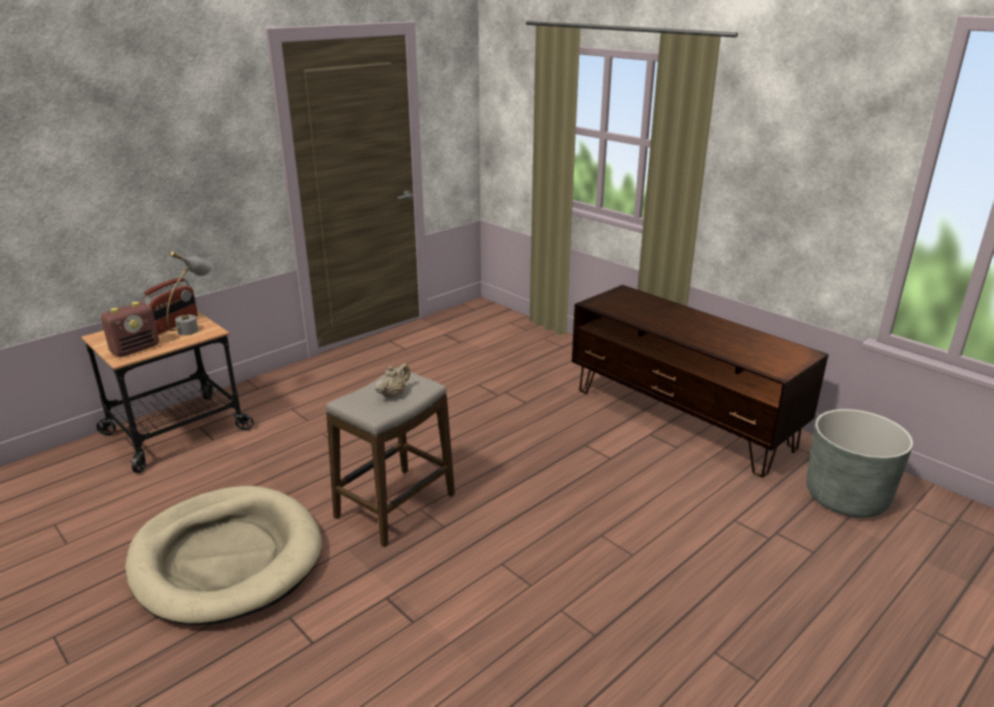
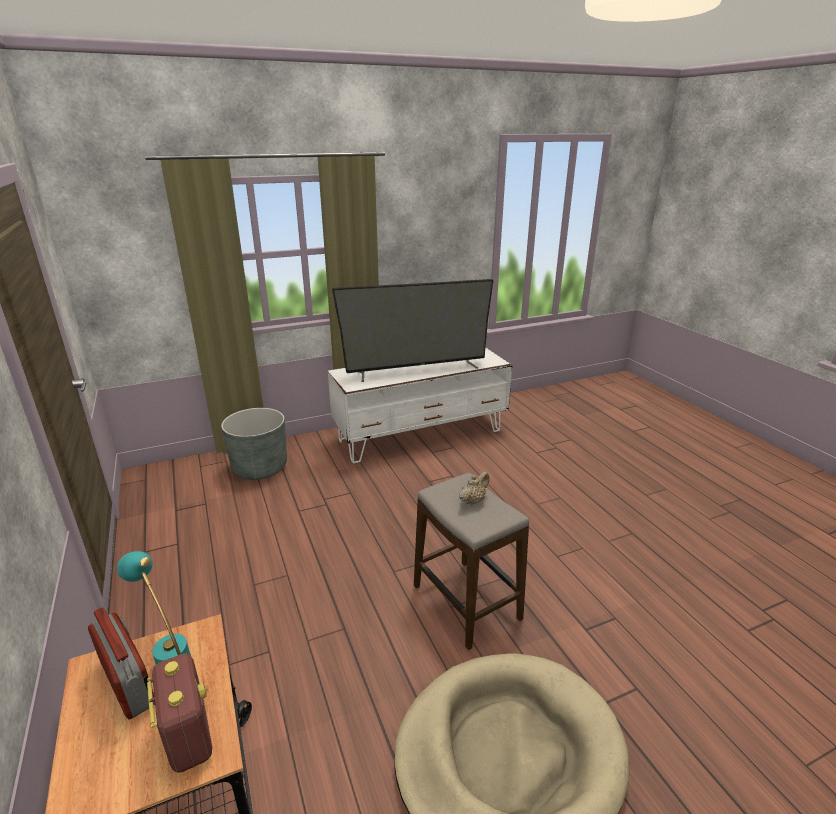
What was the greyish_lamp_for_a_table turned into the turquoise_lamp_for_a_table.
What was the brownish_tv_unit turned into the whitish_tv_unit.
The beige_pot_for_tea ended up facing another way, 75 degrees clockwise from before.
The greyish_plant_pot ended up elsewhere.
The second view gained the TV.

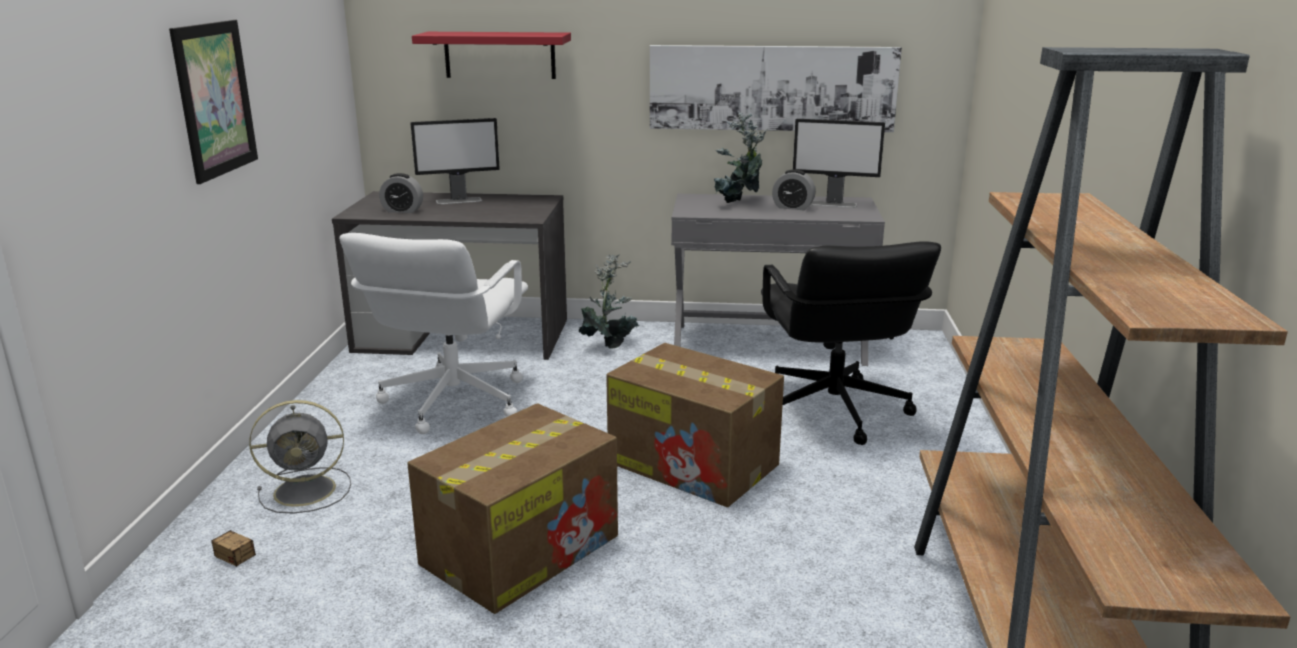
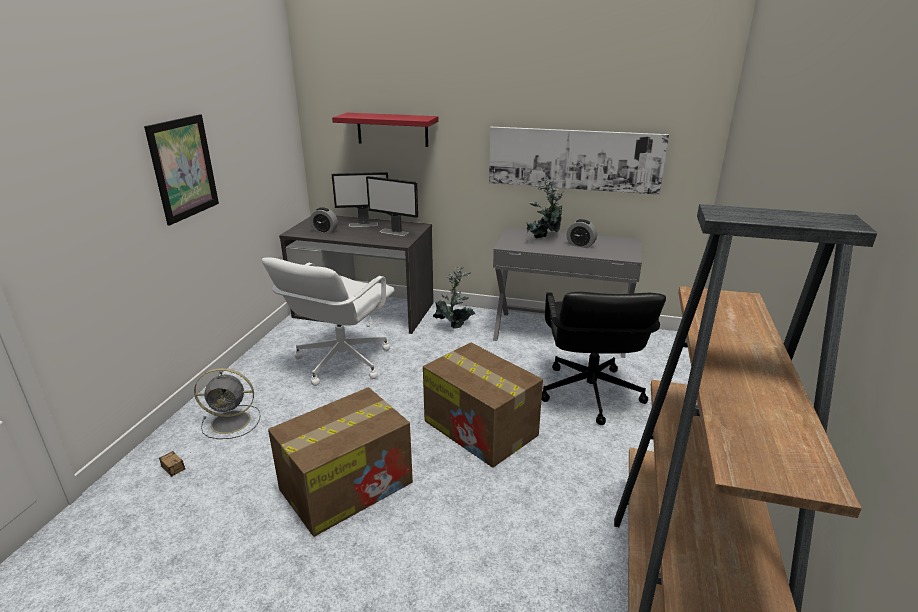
The computer_screen (2nd from left) ended up elsewhere.

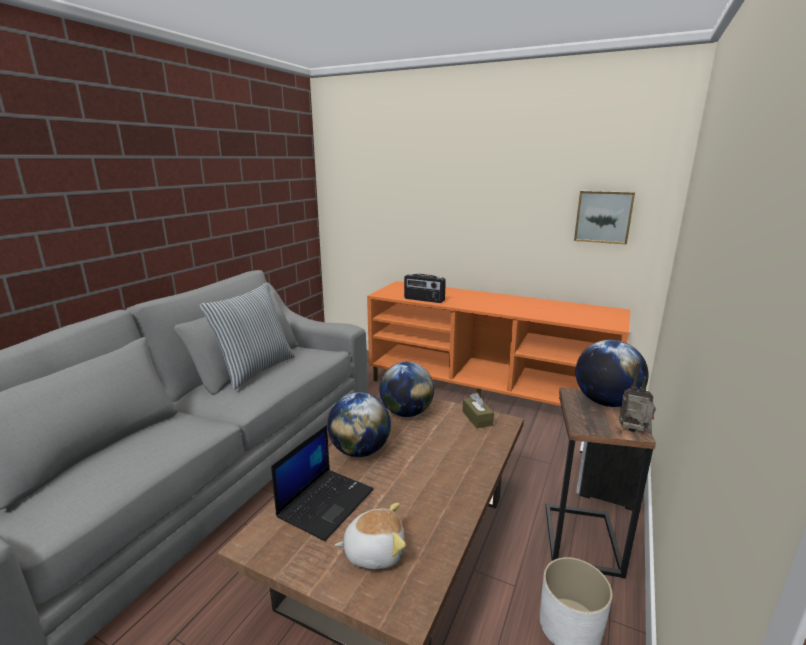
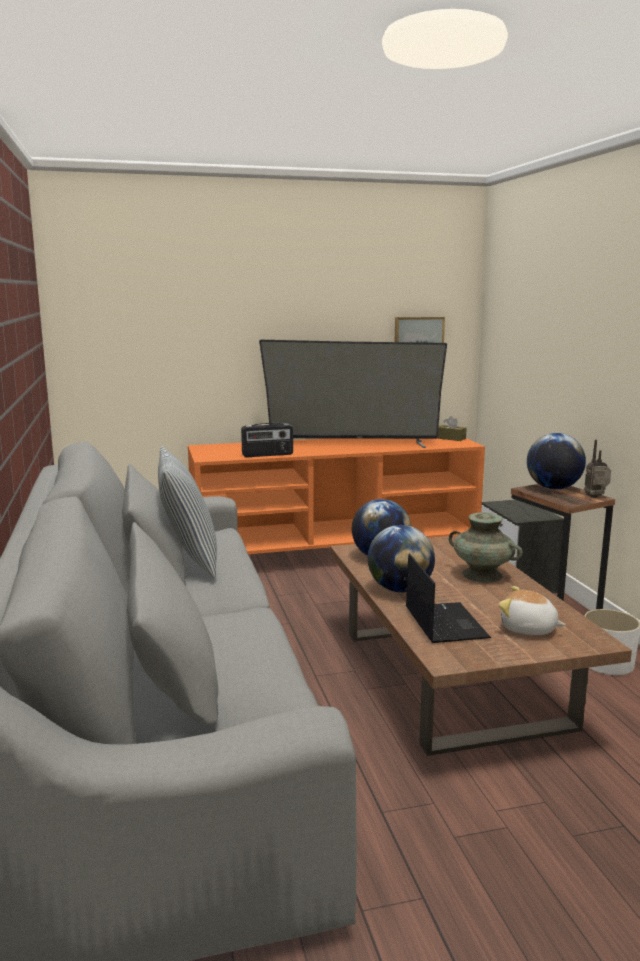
The brownish_box_of_tissues ended up elsewhere.
The plush_toy ended up facing another way, 105 degrees counterclockwise from before.
The second view gained the TV.
The second view gained the turquoise_vase.

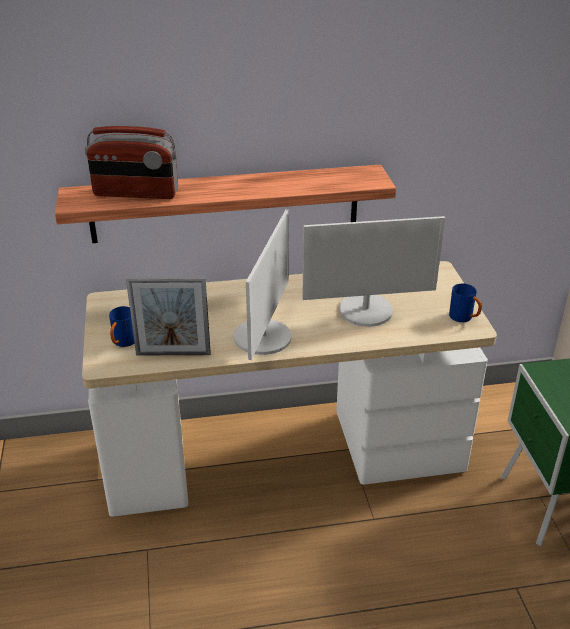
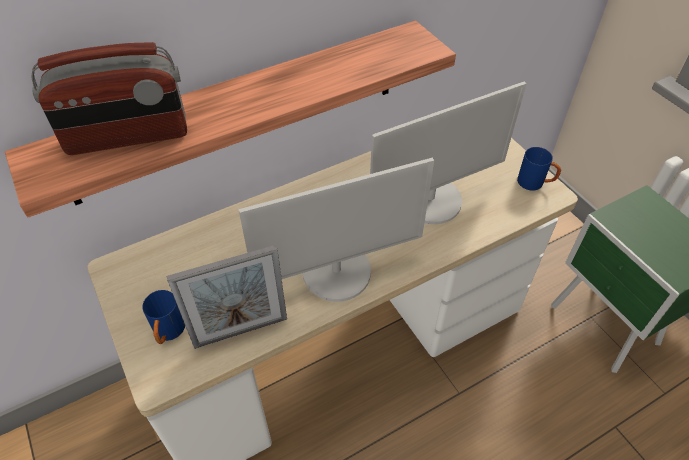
The computer_screen (1st from left) ended up facing another way, 75 degrees clockwise from before.

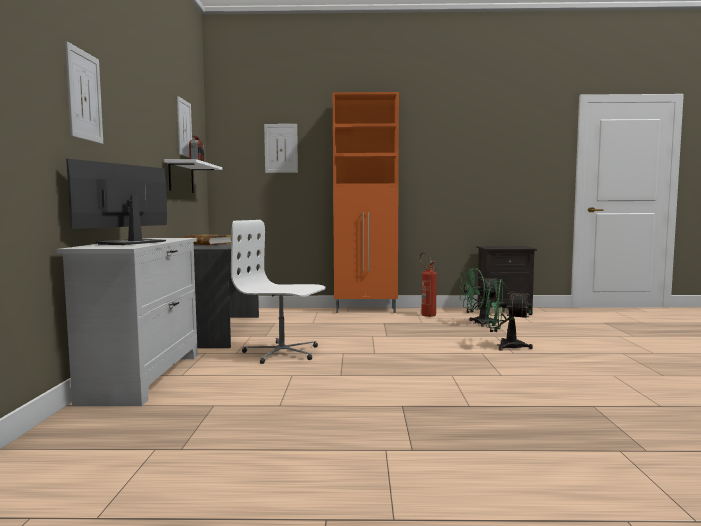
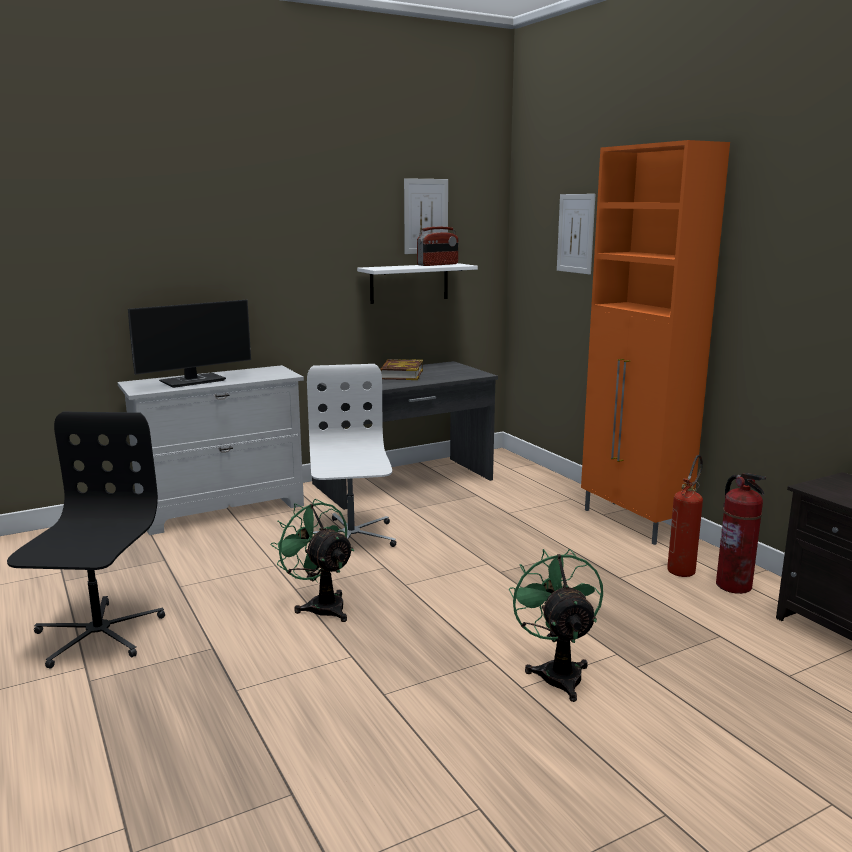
The second view lost the wall_picture (1st from left).
The computer_screen ended up facing another way, 150 degrees clockwise from before.
The green-coloured_cooling_fan (1st from left) ended up elsewhere.
The second view gained the black-coloured_desk_chair.
The second view gained the extinguisher (2nd from left).

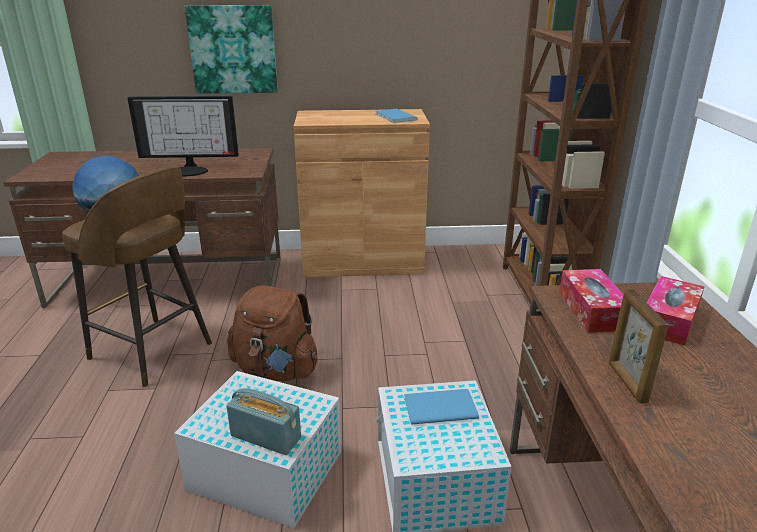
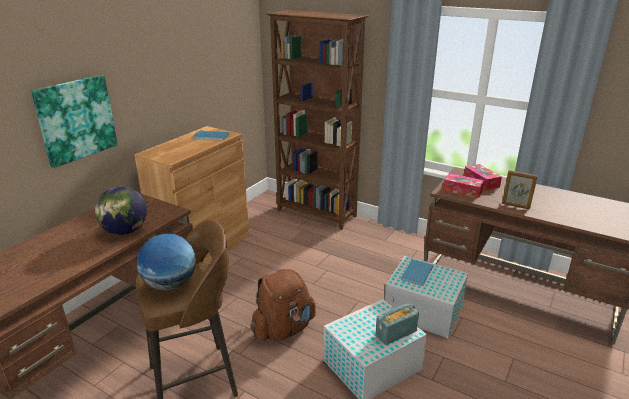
Where the computer_screen stood, the desk_globe (1st from left) came to stand.

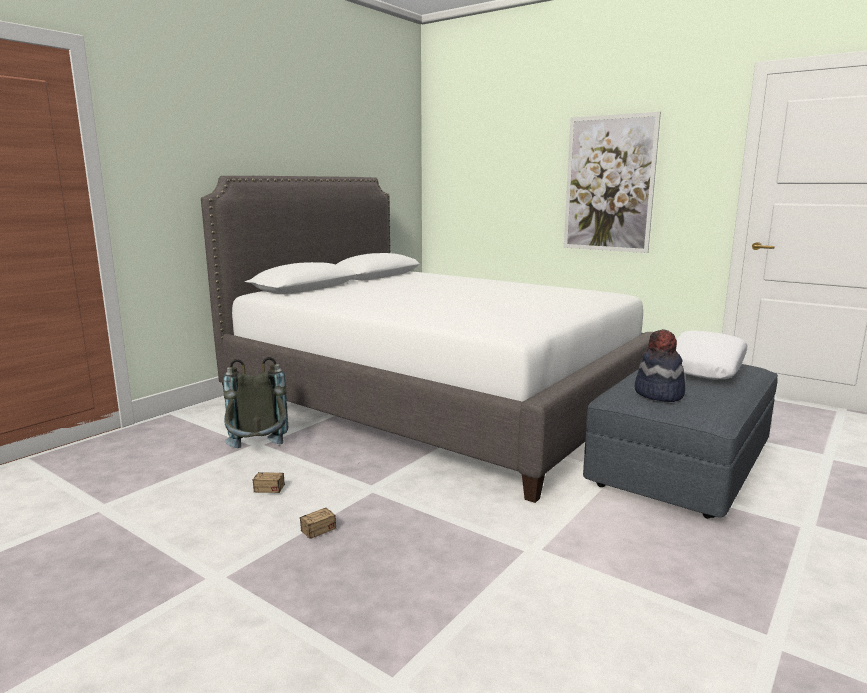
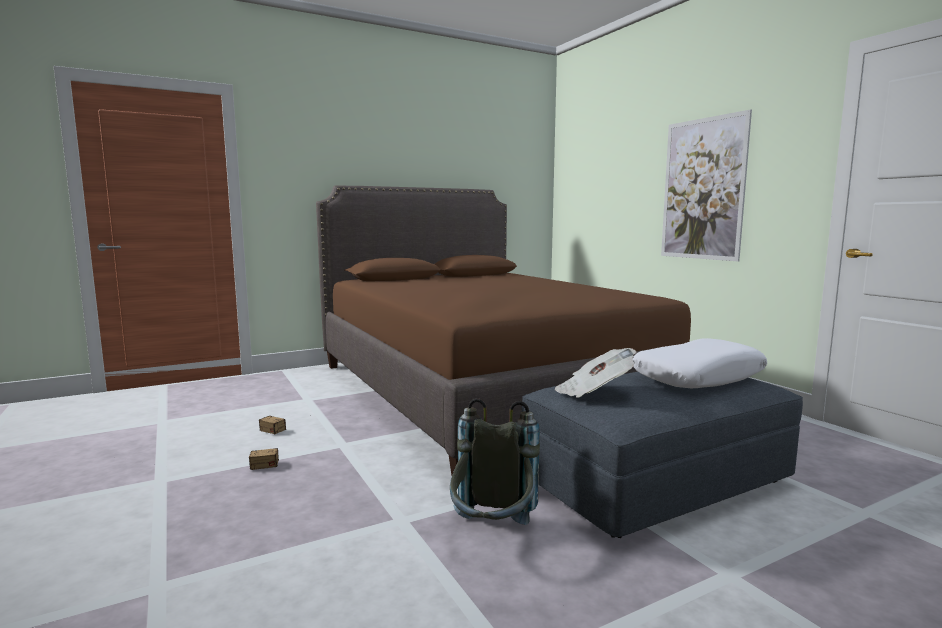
What was the whitish_sleeping_bed turned into the brownish_sleeping_bed.
Where the hat stood, the daily_paper came to stand.
The greyish_knapsack ended up elsewhere.

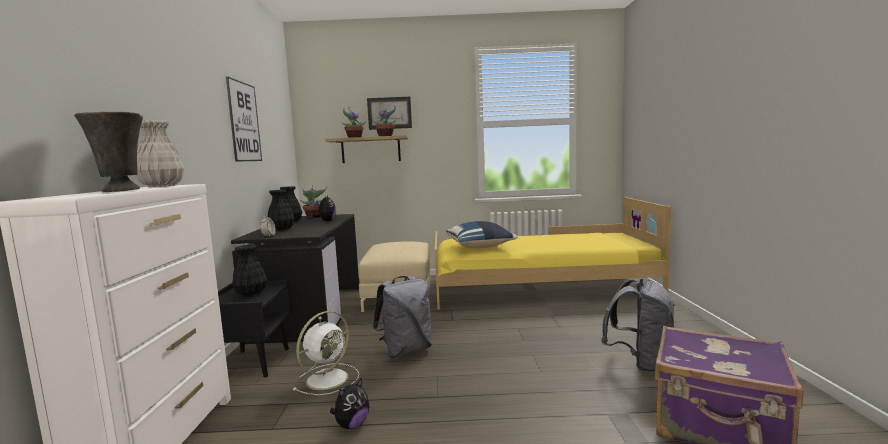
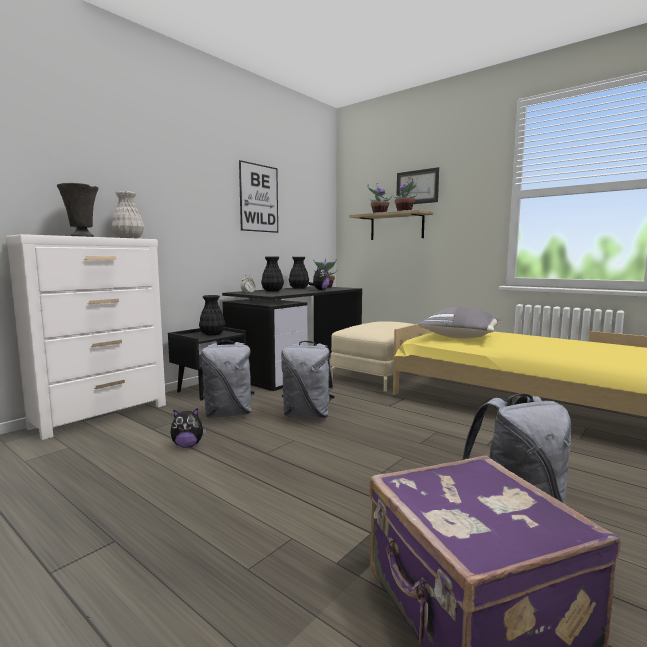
What was the blue_cushion turned into the greyish_cushion.
Where the whitish_cooling_fan stood, the greyish_knapsack (1st from left) came to stand.

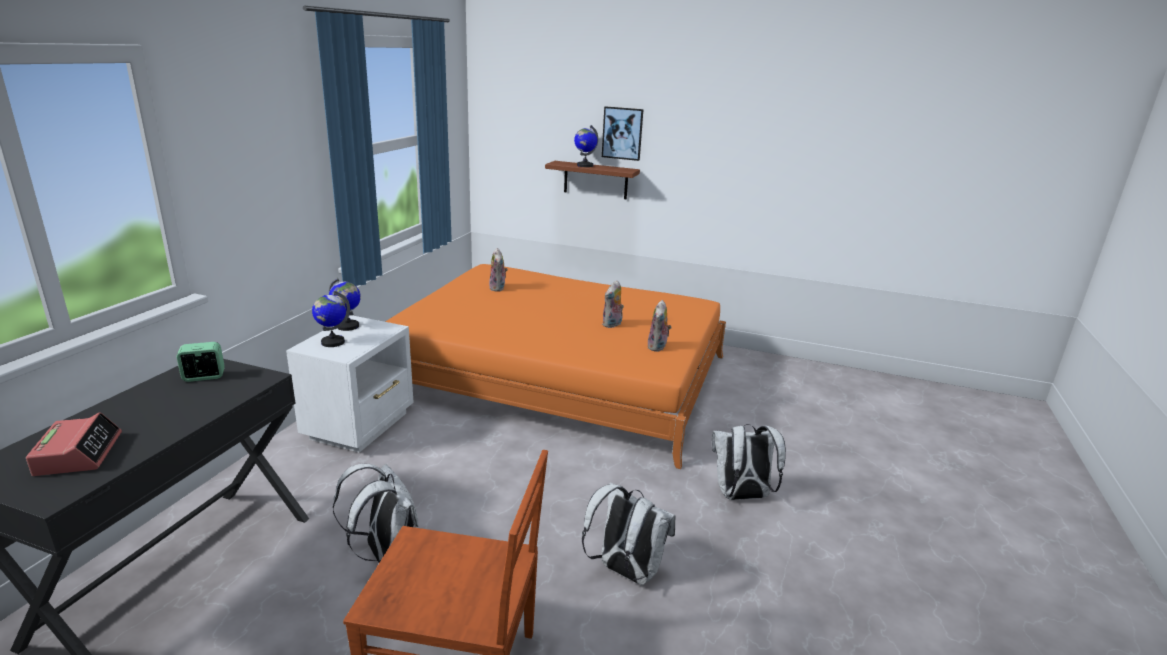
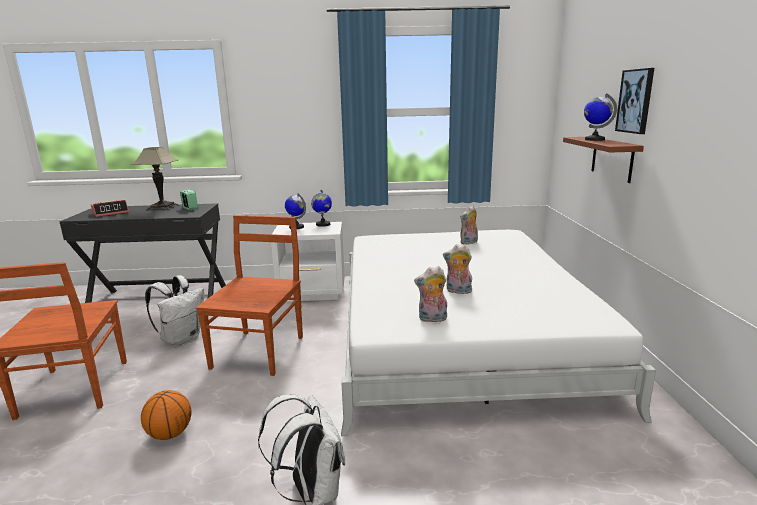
What was the orange_sleeping_bed turned into the whitish_sleeping_bed.
Where the whitish_knapsack (2nd from left) stood, the ball_for_basketball came to stand.
The second view gained the lamp_for_a_table.
The second view gained the brownish_upright_chair (2nd from left).

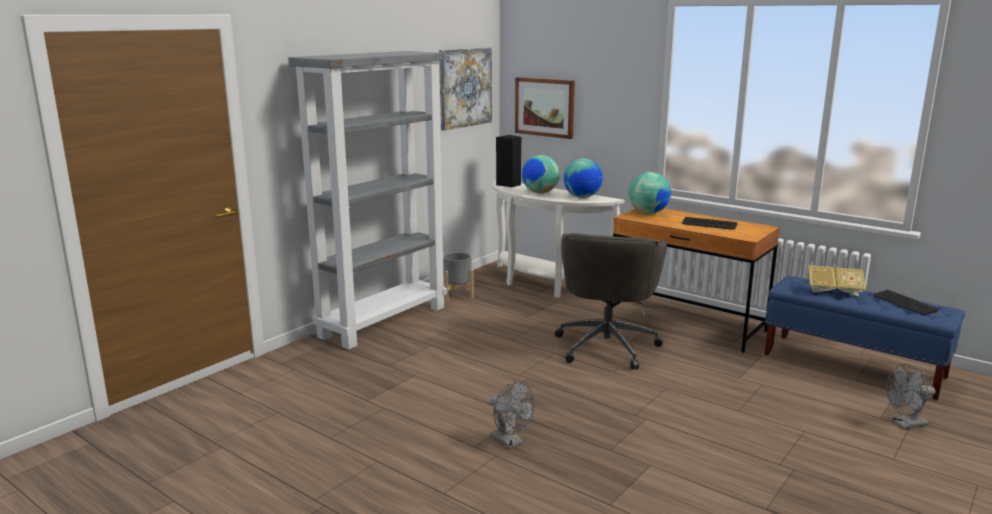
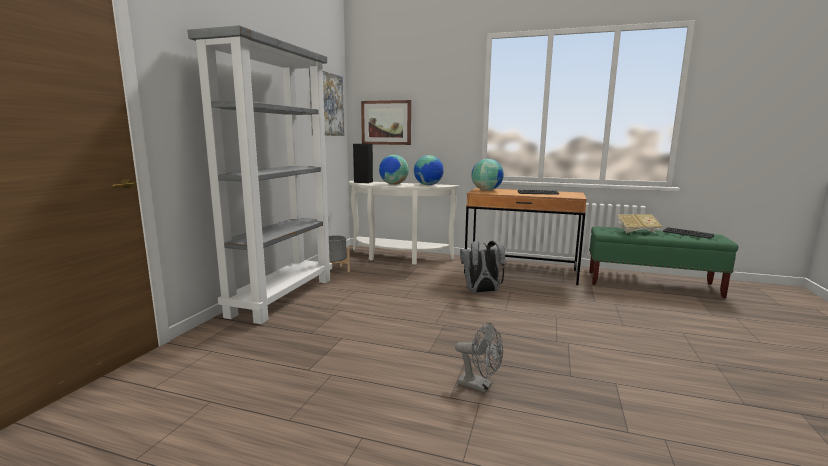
Where the greyish_desk_chair stood, the greyish_knapsack came to stand.
What was the blue_long_seat turned into the green-coloured_long_seat.
The second view lost the greyish_cooling_fan (2nd from left).

